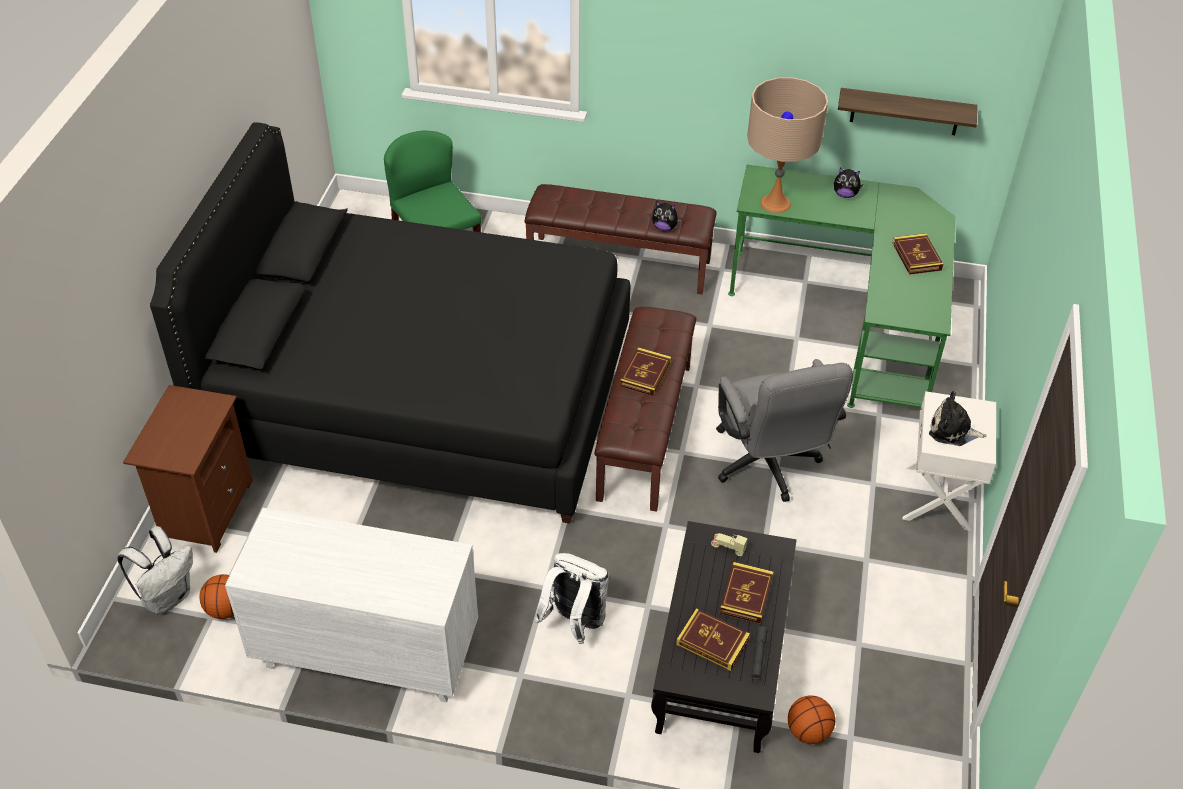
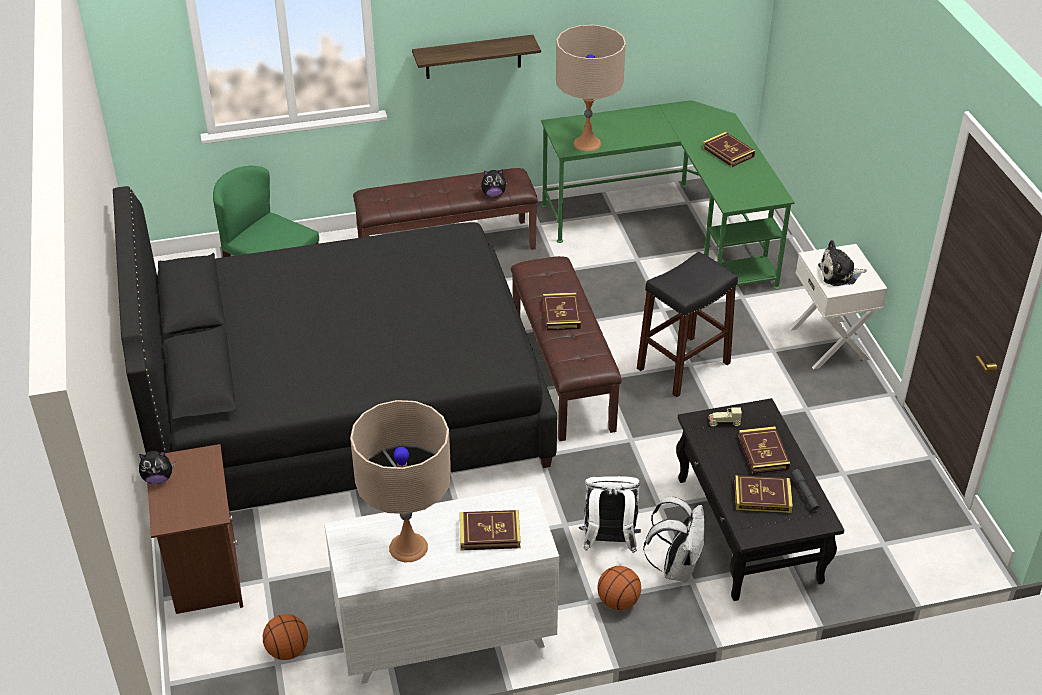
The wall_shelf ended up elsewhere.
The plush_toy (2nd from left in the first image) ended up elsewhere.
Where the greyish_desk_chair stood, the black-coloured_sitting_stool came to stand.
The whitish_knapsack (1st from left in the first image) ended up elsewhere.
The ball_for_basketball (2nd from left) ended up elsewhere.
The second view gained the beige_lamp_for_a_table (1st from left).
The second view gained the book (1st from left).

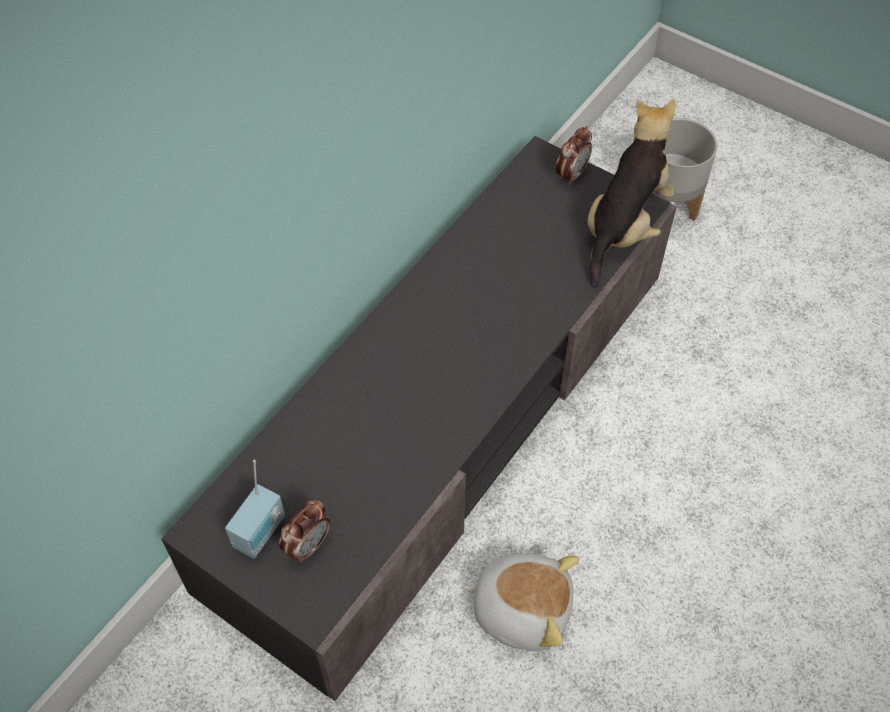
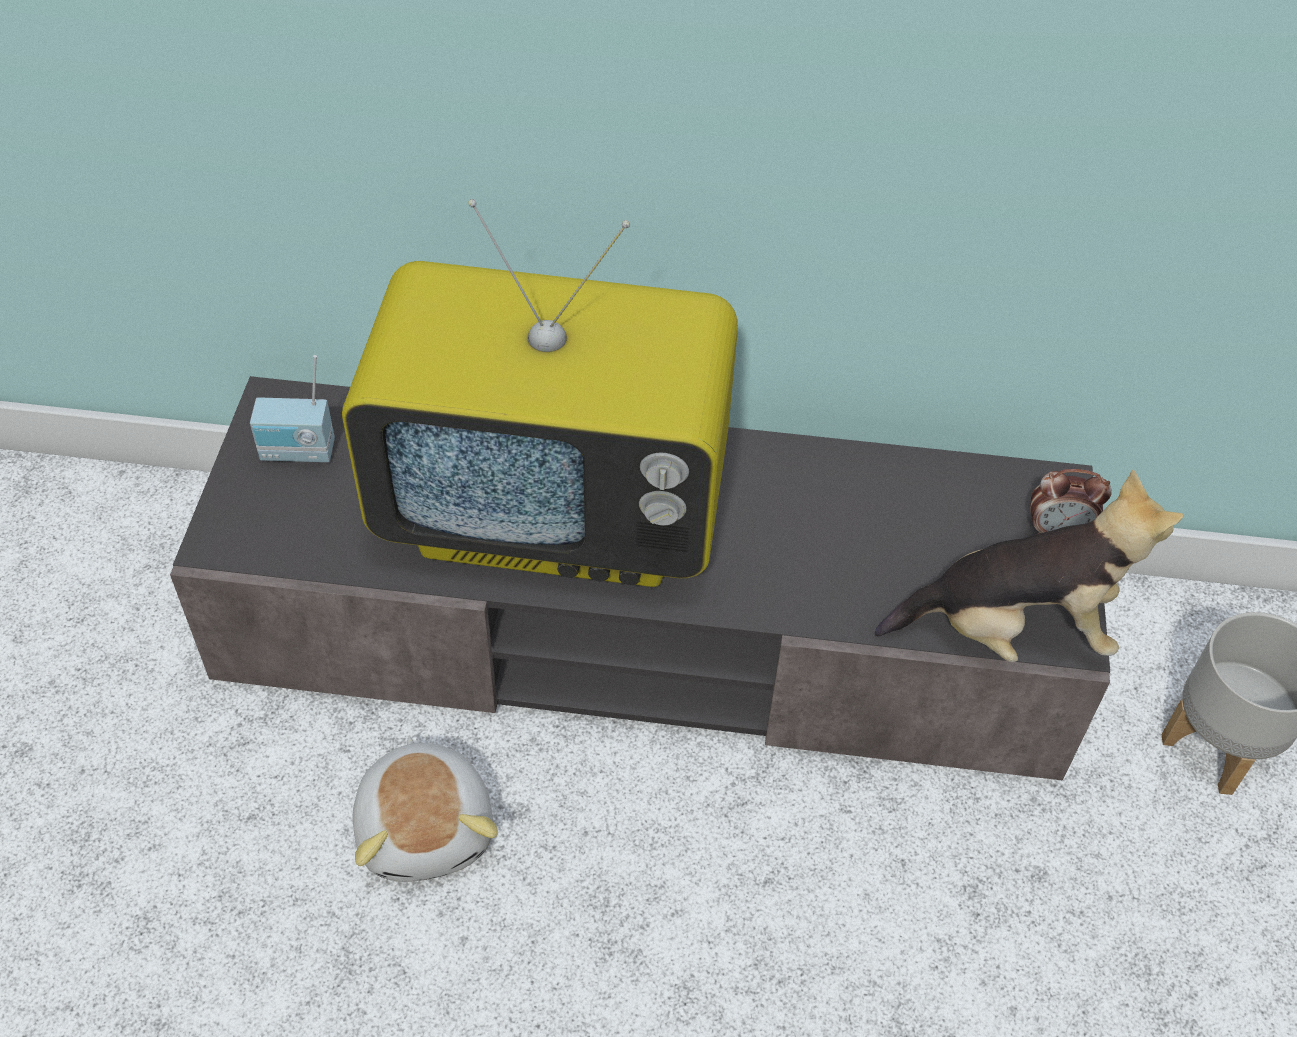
The second view lost the bedside_clock (1st from left).
The second view gained the TV.

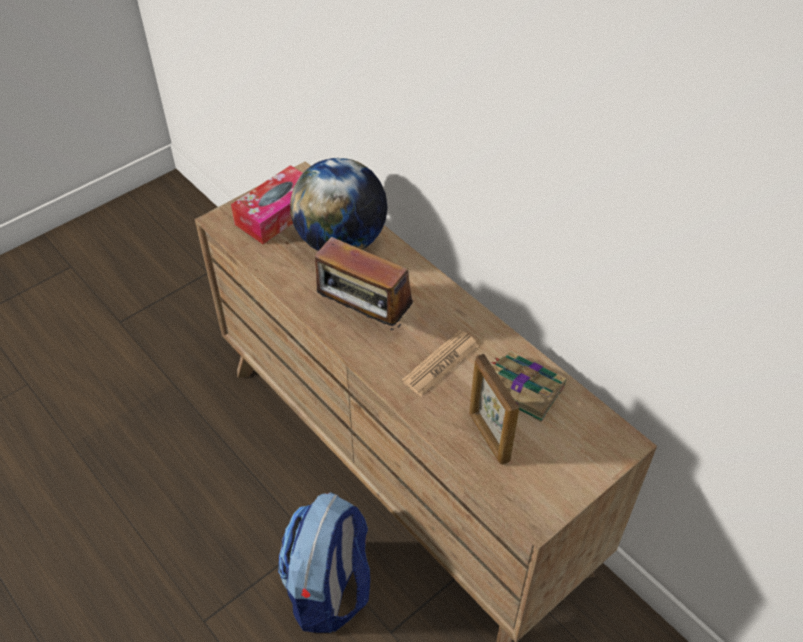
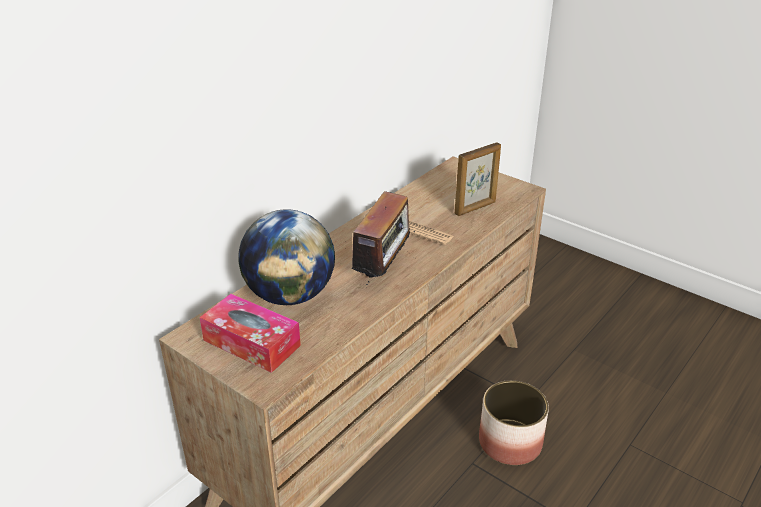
The second view lost the book.
Where the knapsack stood, the plant_pot came to stand.

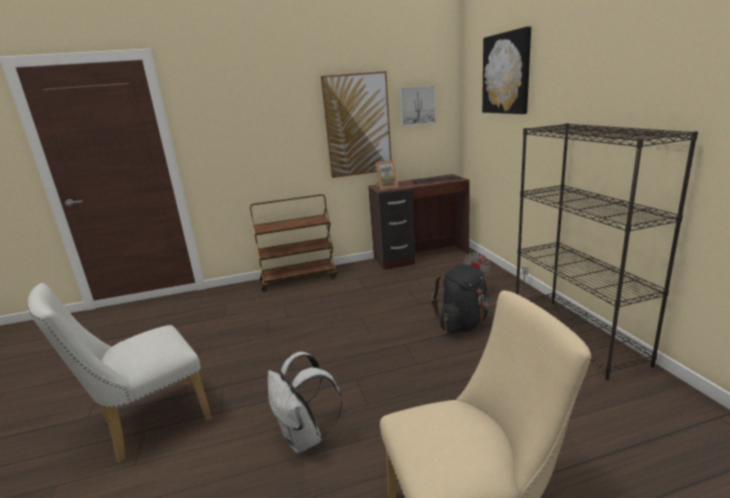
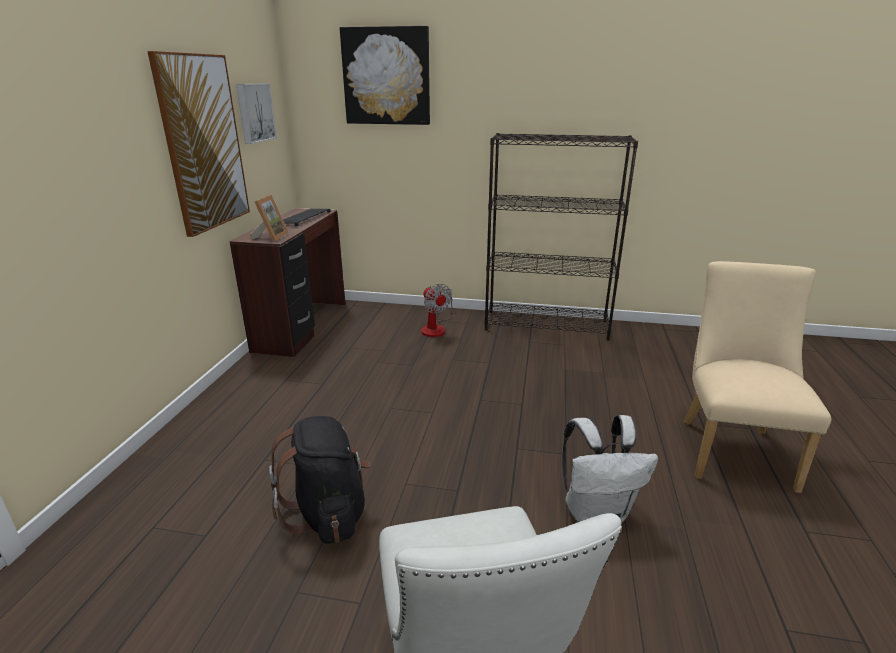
The second view lost the brownish_wheeled_cart.
The black-coloured_knapsack ended up elsewhere.

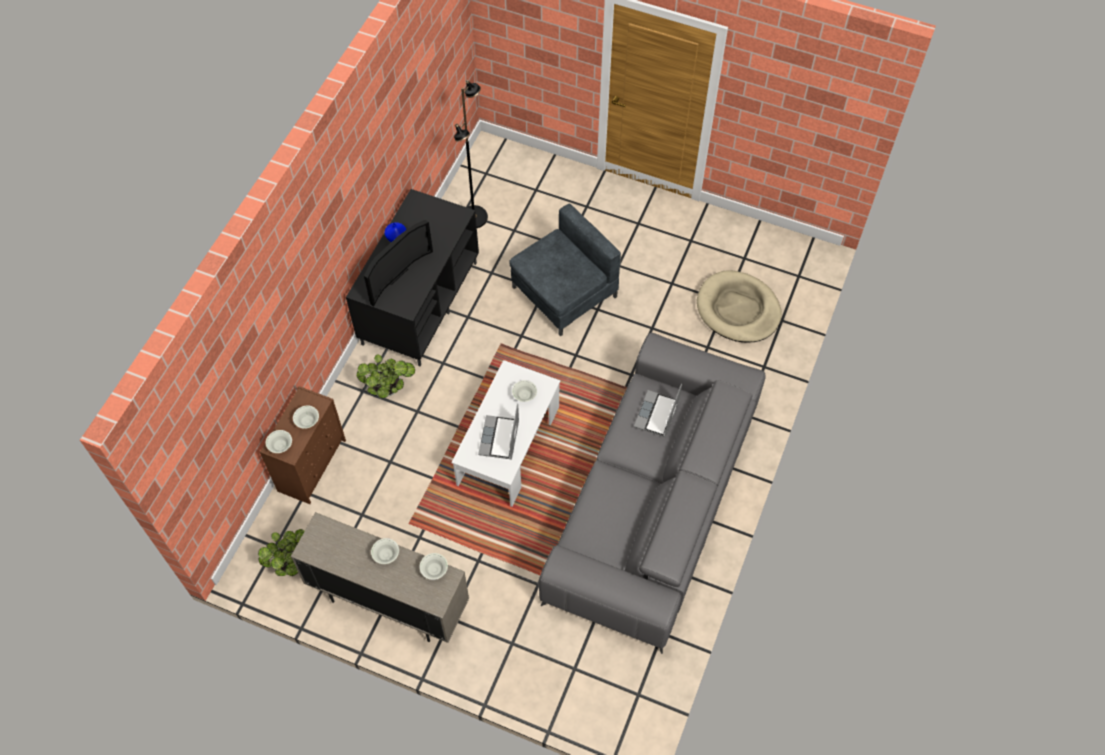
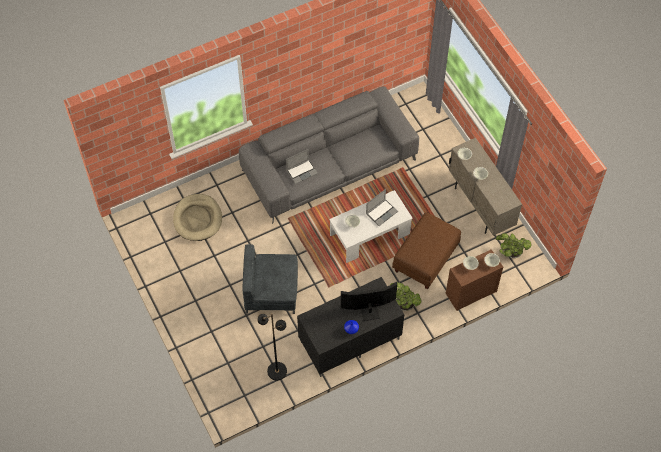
The second view gained the brownish_footrest.

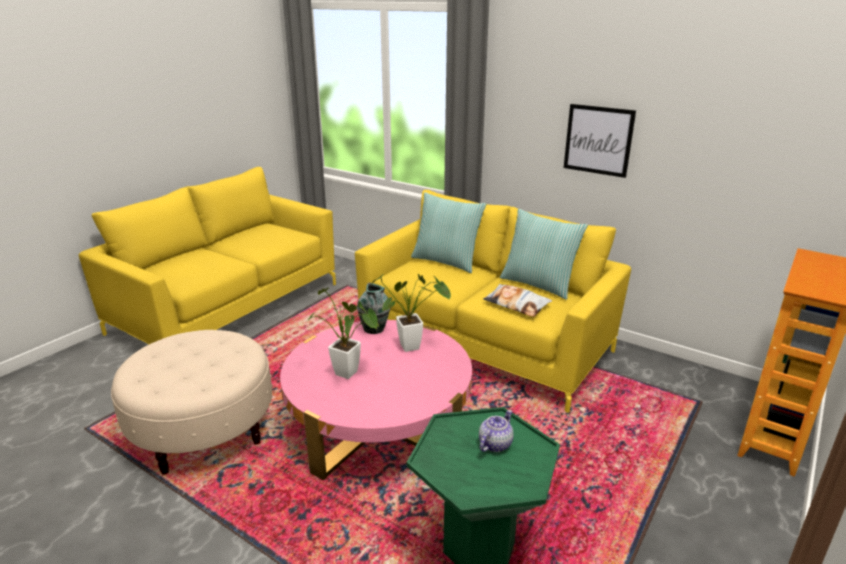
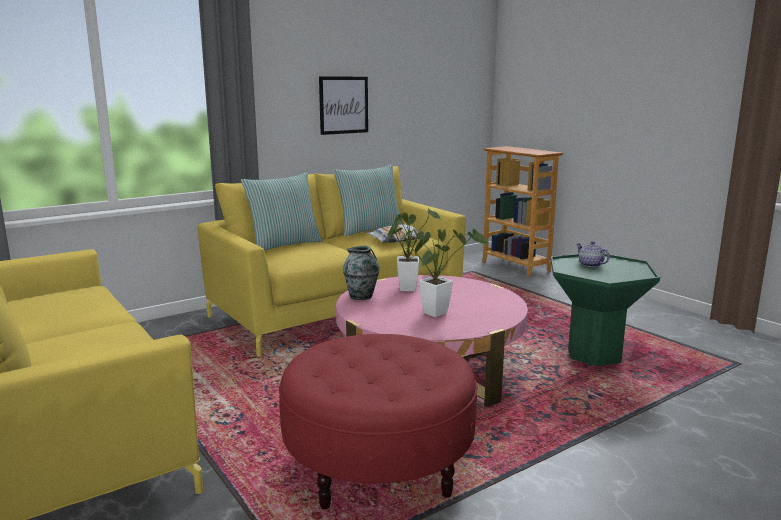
What was the beige_footrest turned into the red-coloured_footrest.

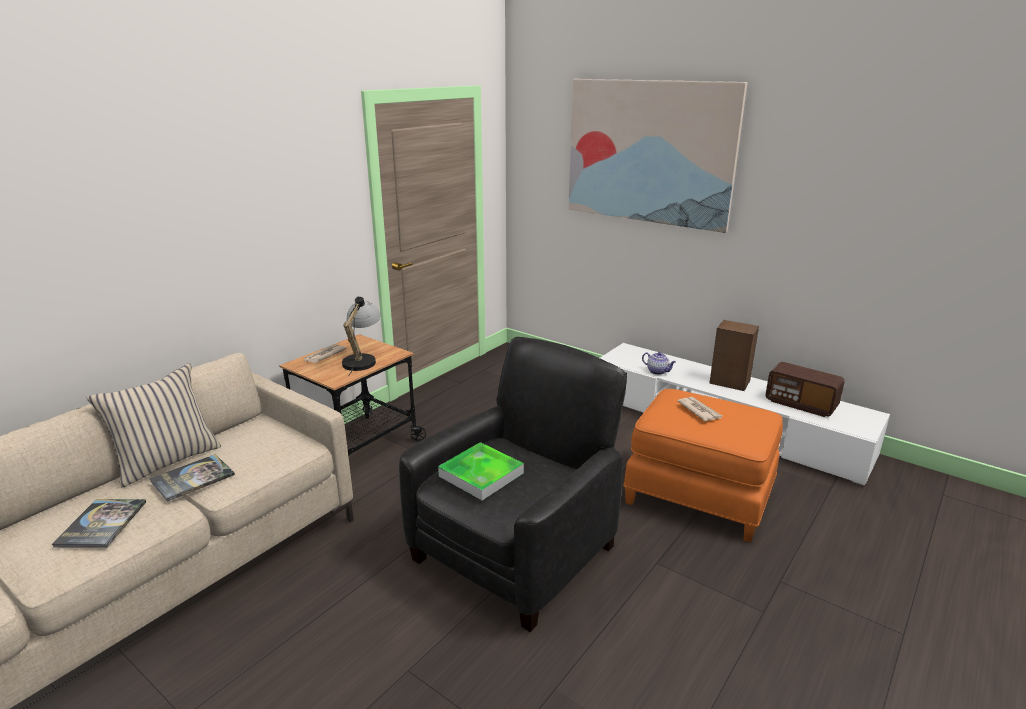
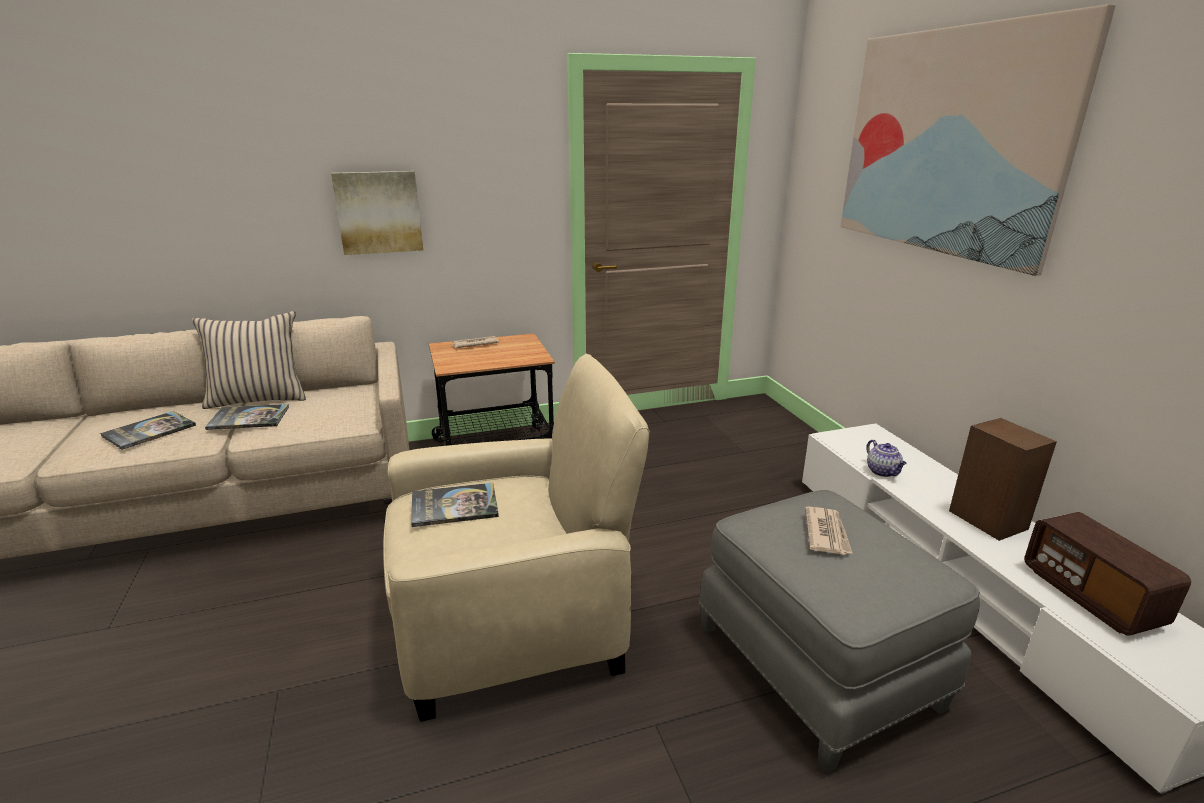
The second view lost the lamp_for_a_table.
What was the black-coloured_lounge_chair turned into the beige_lounge_chair.
What was the orange_footrest turned into the greyish_footrest.
Where the serving_tray stood, the book (3rd from left) came to stand.
The second view gained the wall_picture (1st from left).

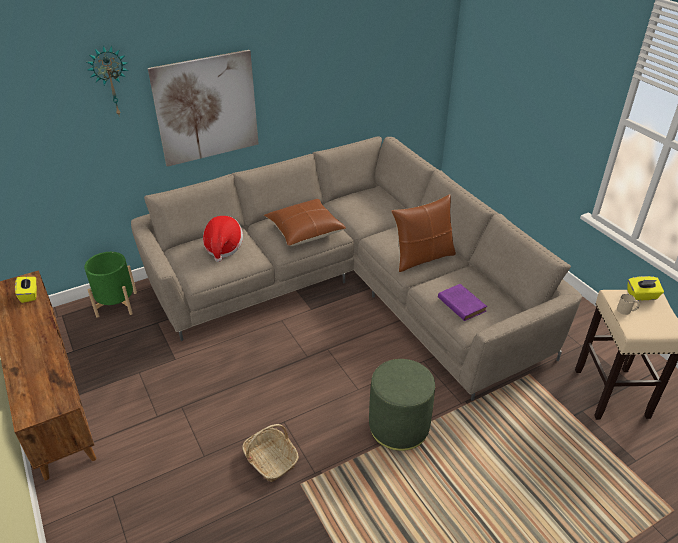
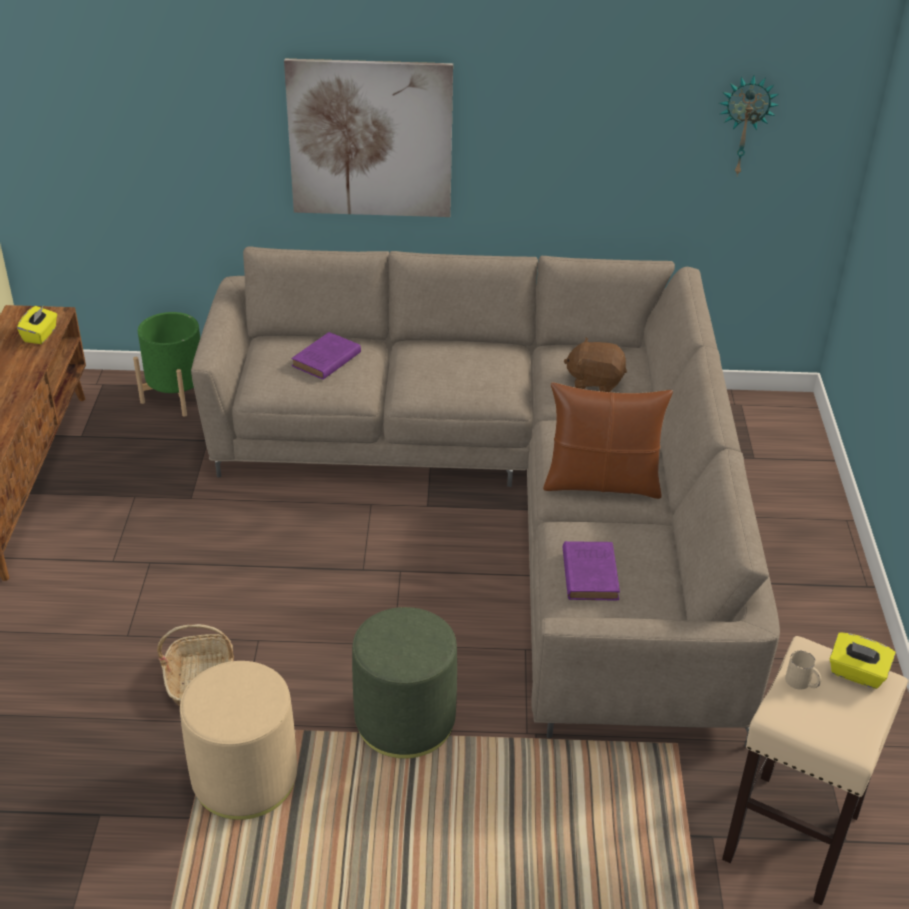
The clock_on_the_wall ended up elsewhere.
The second view lost the brownish_cushion (1st from left).
Where the hat stood, the purplish_book (1st from left) came to stand.
The second view gained the brownish_plush_toy.
The second view gained the beige_footrest.

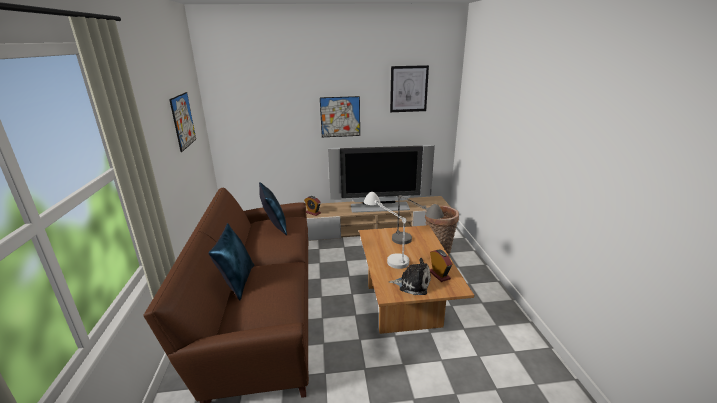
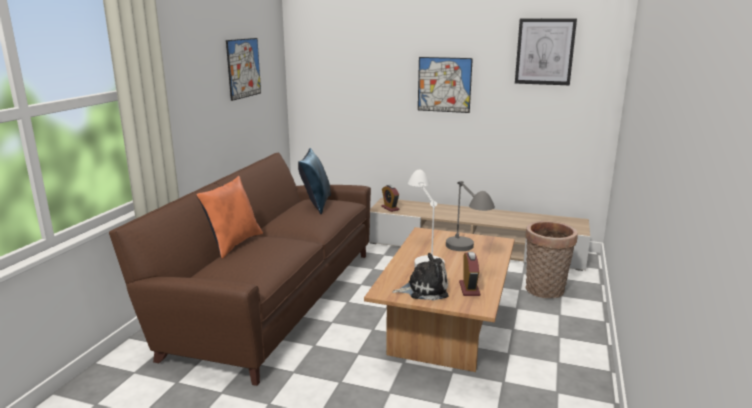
The second view lost the TV.
What was the blue_cushion (1st from left) turned into the orange_cushion.
The plush_toy ended up facing another way, 45 degrees counterclockwise from before.

